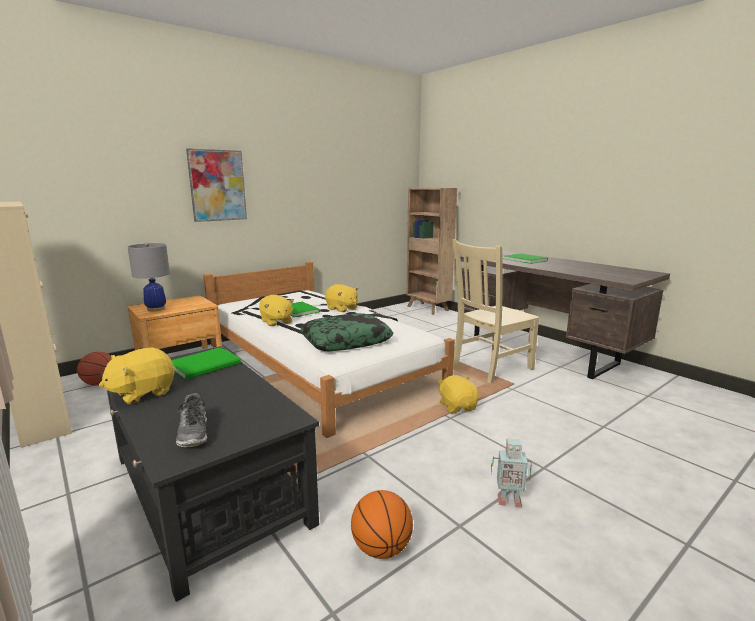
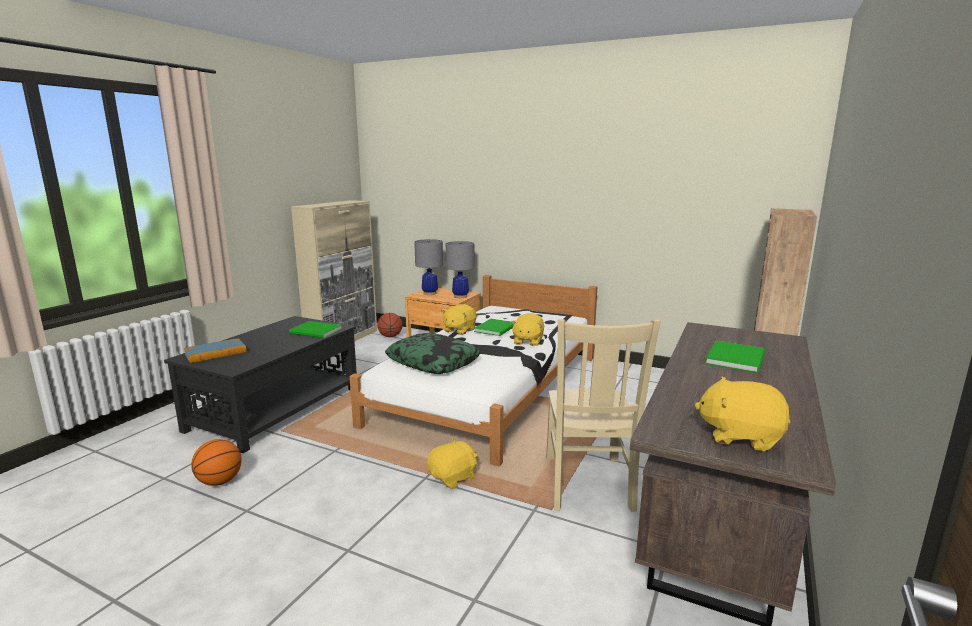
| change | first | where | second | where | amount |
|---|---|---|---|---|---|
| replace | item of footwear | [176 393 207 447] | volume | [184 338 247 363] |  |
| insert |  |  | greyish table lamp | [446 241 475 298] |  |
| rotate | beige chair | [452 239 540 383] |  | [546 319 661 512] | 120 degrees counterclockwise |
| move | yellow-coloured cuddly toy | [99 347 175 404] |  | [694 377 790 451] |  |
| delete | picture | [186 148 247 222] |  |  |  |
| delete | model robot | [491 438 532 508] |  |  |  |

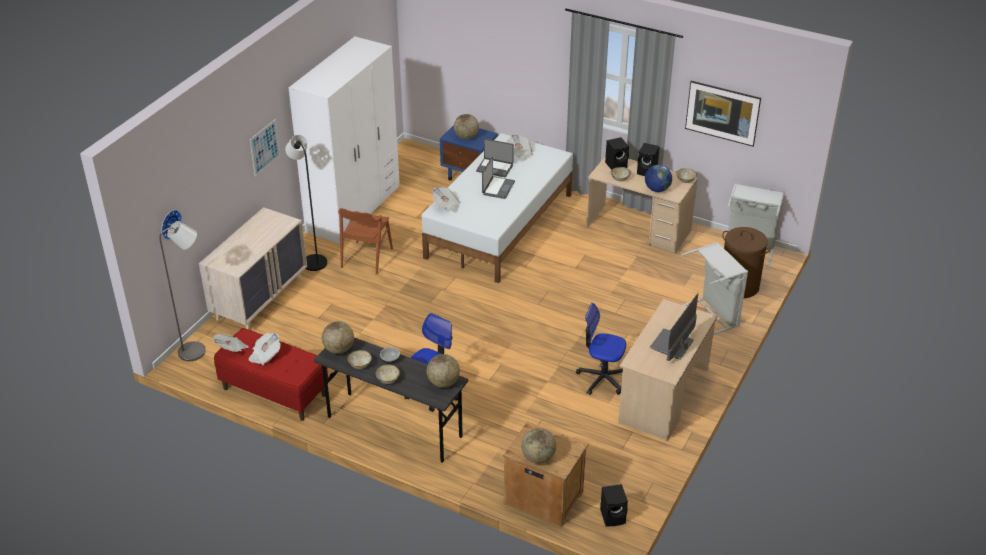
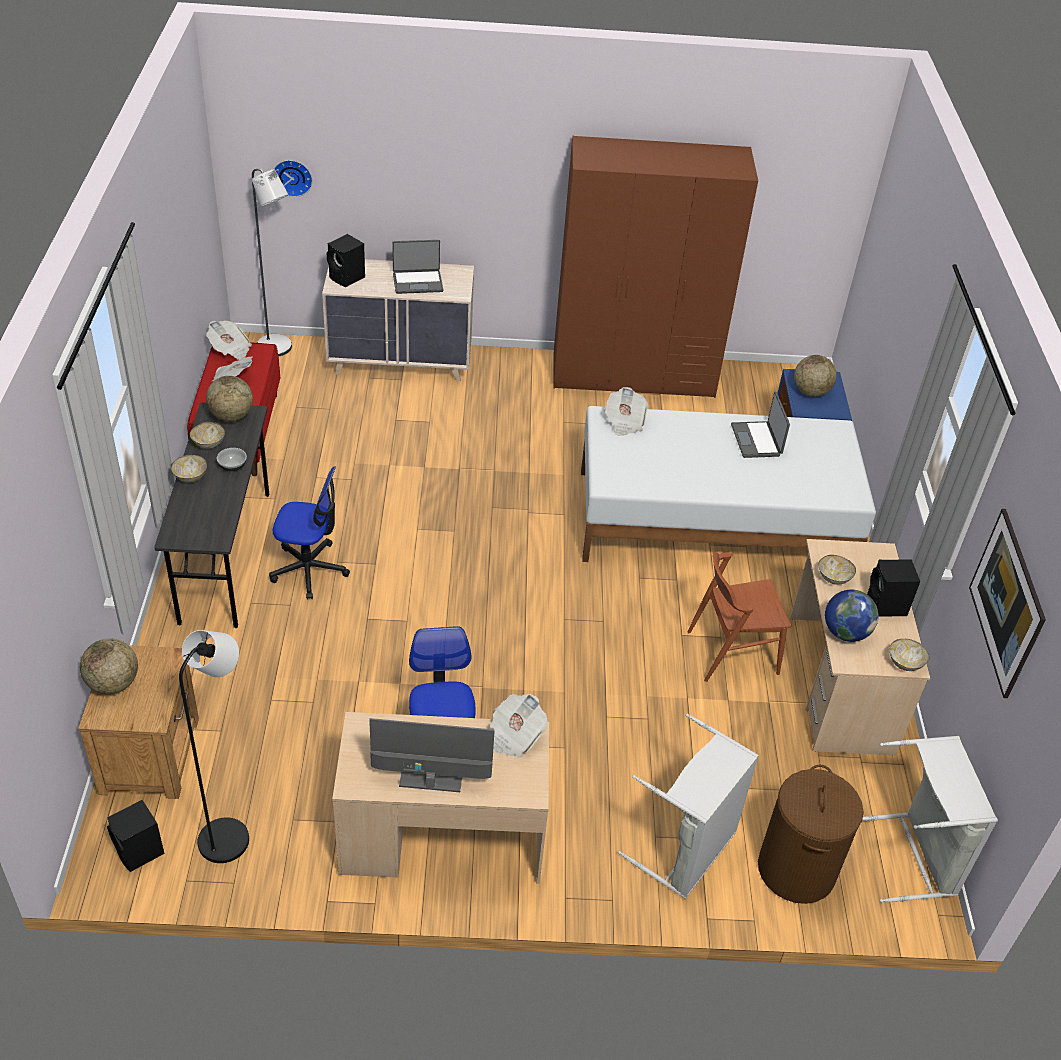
| change | first | where | second | where | amount |
|---|---|---|---|---|---|
| move | black floor lamp | [285 135 327 271] |  | [179 630 249 863] |  |
| move | black speaker | [605 137 629 170] |  | [327 234 365 287] |  |
| move | notebook computer | [482 157 515 199] |  | [392 240 443 294] |  |
| move | daily paper | [507 134 533 162] |  | [490 694 547 758] |  |
| recolor | white wardrobe | [288 36 400 244] | brown-coloured wardrobe | [553 136 758 398] |  |
| move | brown-coloured chair | [338 208 393 275] |  | [688 551 791 682] |  |
| delete | picture | [250 119 280 176] |  |  |  |
| delete | globe | [427 354 460 388] |  |  |  |

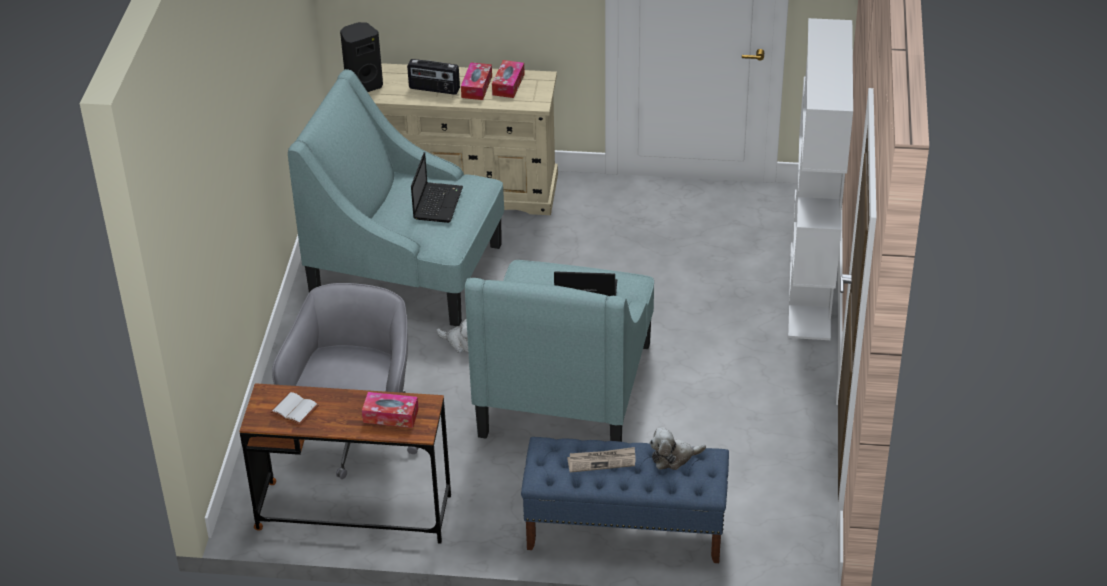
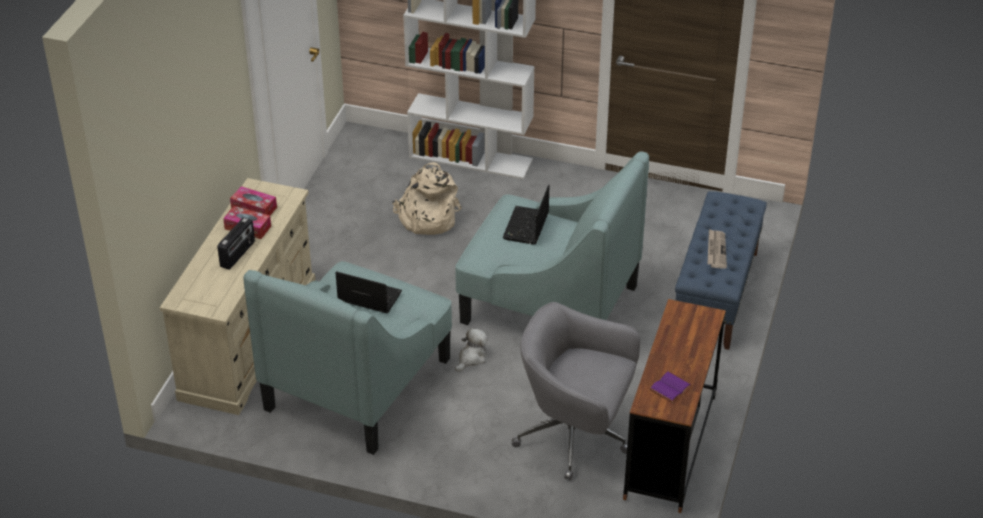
| change | first | where | second | where | amount |
|---|---|---|---|---|---|
| insert |  |  | beige rucksack | [392 162 462 235] |  |
| recolor | white volume | [270 392 319 425] | purple volume | [649 371 692 403] |  |
| delete | black speaker | [340 22 383 92] |  |  |  |
| delete | box of tissues | [362 392 419 428] |  |  |  |
| delete | cuddly toy | [650 427 706 470] |  |  |  |

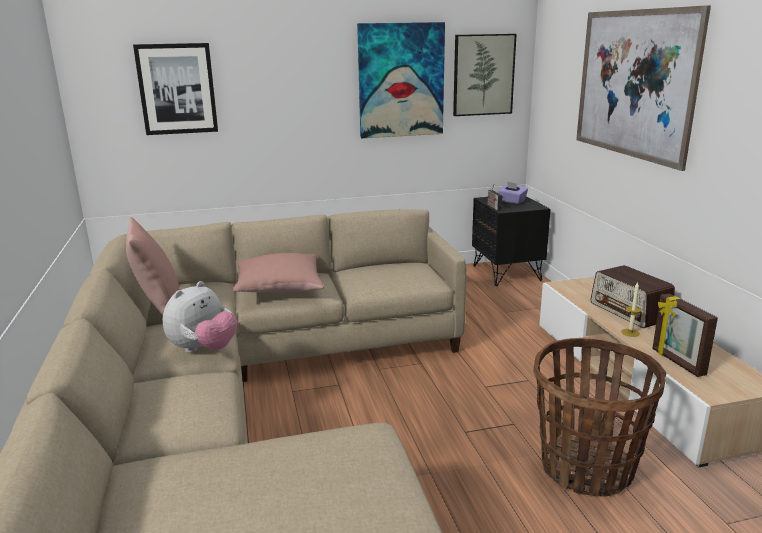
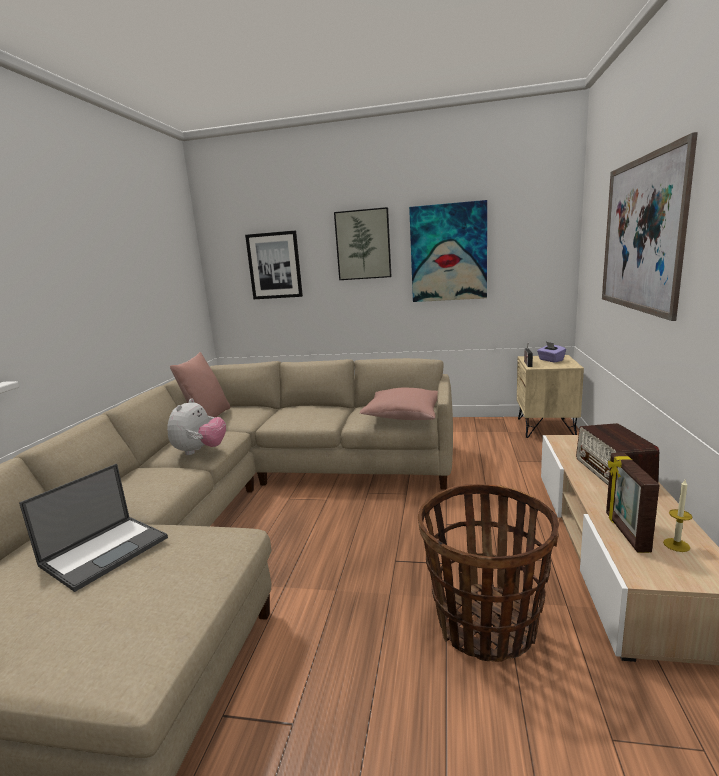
| change | first | where | second | where | amount |
|---|---|---|---|---|---|
| insert |  |  | notebook computer | [19 463 168 592] |  |
| rotate | cuddly toy | [163 281 238 353] |  | [167 398 226 455] | 45 degrees counterclockwise |
| move | picture | [453 34 517 116] |  | [334 207 391 280] |  |
| move | pinkish throw pillow | [233 253 324 293] |  | [359 388 438 420] |  |
| recolor | black night table | [472 196 551 286] | beige night table | [517 355 584 438] |  |
| move | candle | [622 282 642 337] |  | [663 480 692 552] |  |

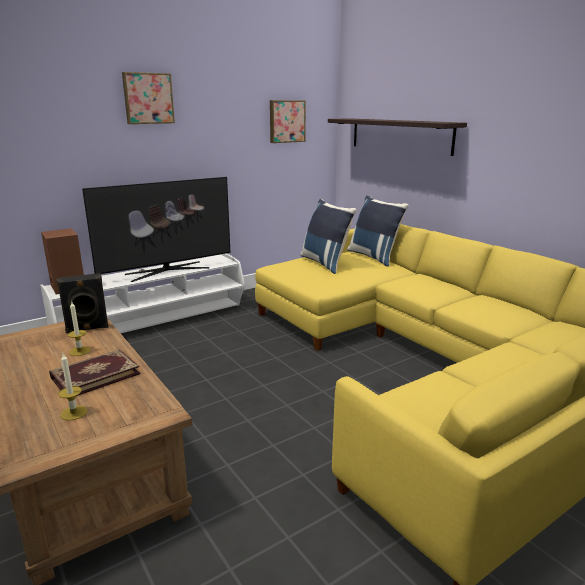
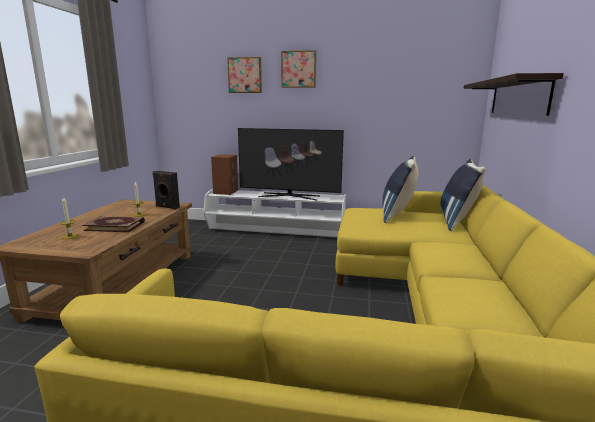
| change | first | where | second | where | amount |
|---|---|---|---|---|---|
| move | picture | [270 100 306 143] |  | [227 57 262 93] |  |

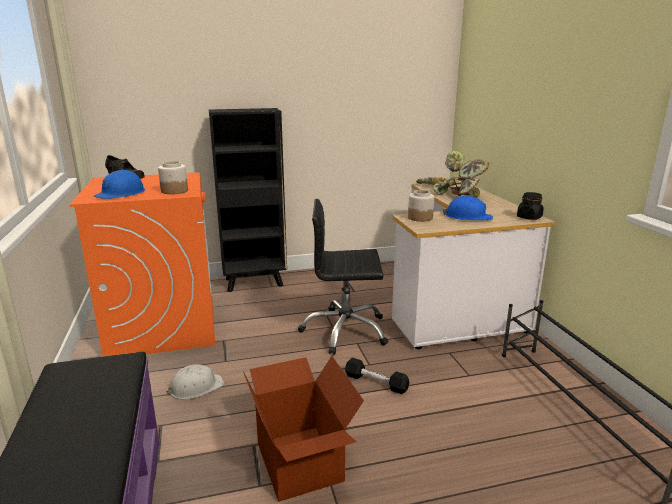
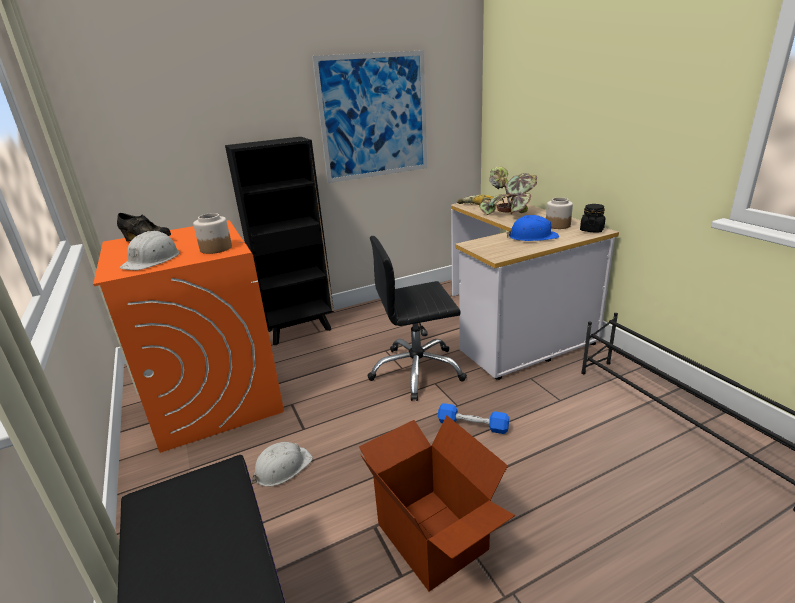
| change | first | where | second | where | amount |
|---|---|---|---|---|---|
| recolor | bluish work helmet | [94 170 145 199] | white work helmet | [120 231 180 270] |  |
| insert |  |  | picture | [312 50 427 183] |  |
| recolor | black dumbbell | [345 358 410 394] | bluish dumbbell | [438 403 509 434] |  |
| move | preserve jar | [408 190 434 222] |  | [546 197 573 229] |  |

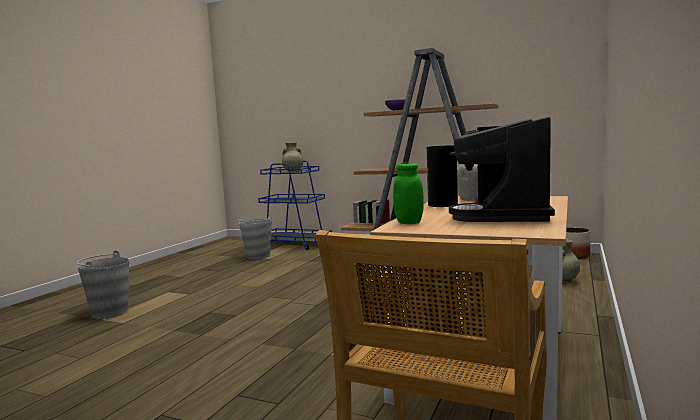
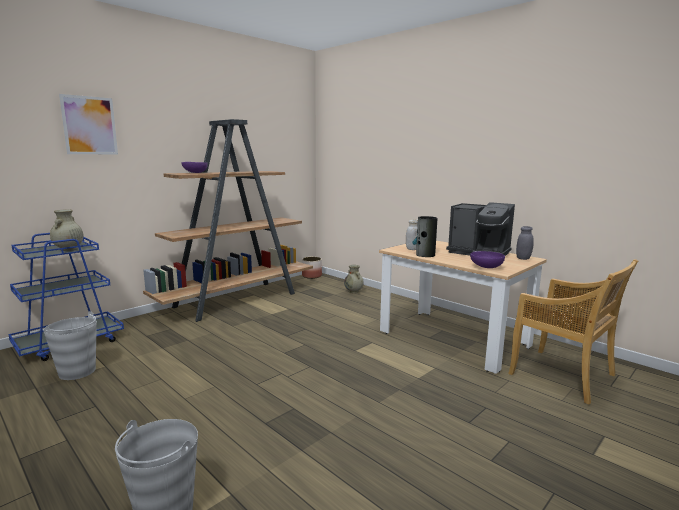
| change | first | where | second | where | amount |
|---|---|---|---|---|---|
| insert |  |  | picture | [59 94 118 154] |  |
| replace | green preserve jar | [393 163 424 224] | purple deep dish | [470 251 505 268] |  |
| insert |  |  | greyish preserve jar | [516 226 534 260] |  |

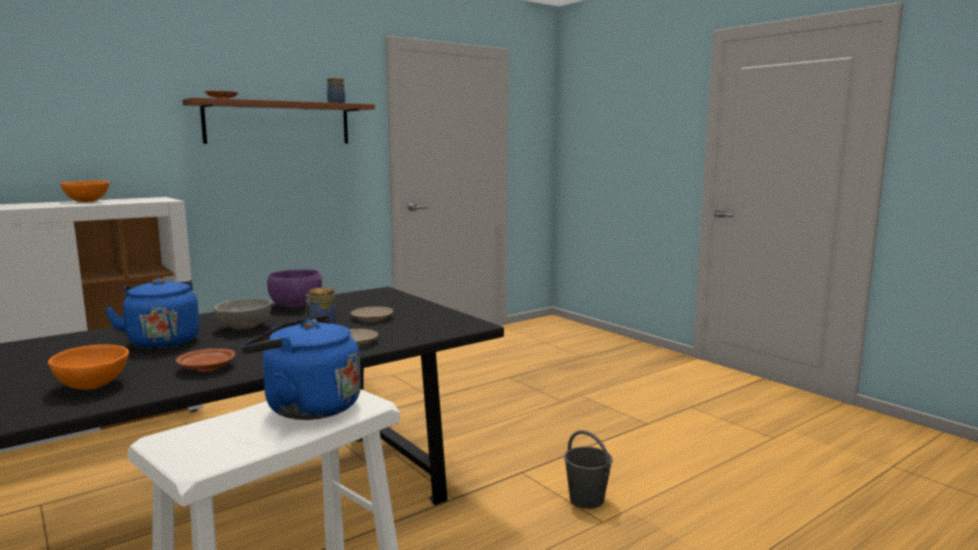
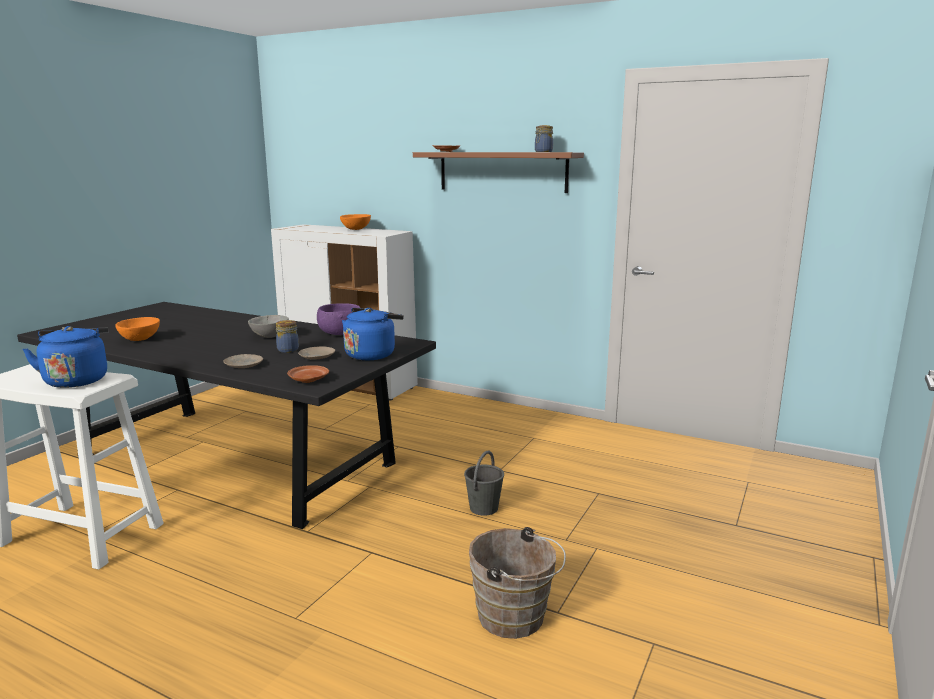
| change | first | where | second | where | amount |
|---|---|---|---|---|---|
| move | brown-coloured dinner plate | [176 348 235 372] |  | [287 365 329 383] |  |
| move | bluish kettle | [104 278 200 349] |  | [342 308 404 360] |  |
| move | greyish water bucket | [564 430 612 509] |  | [464 451 504 516] |  |
| insert |  |  | brown-coloured water bucket | [469 527 566 639] |  |

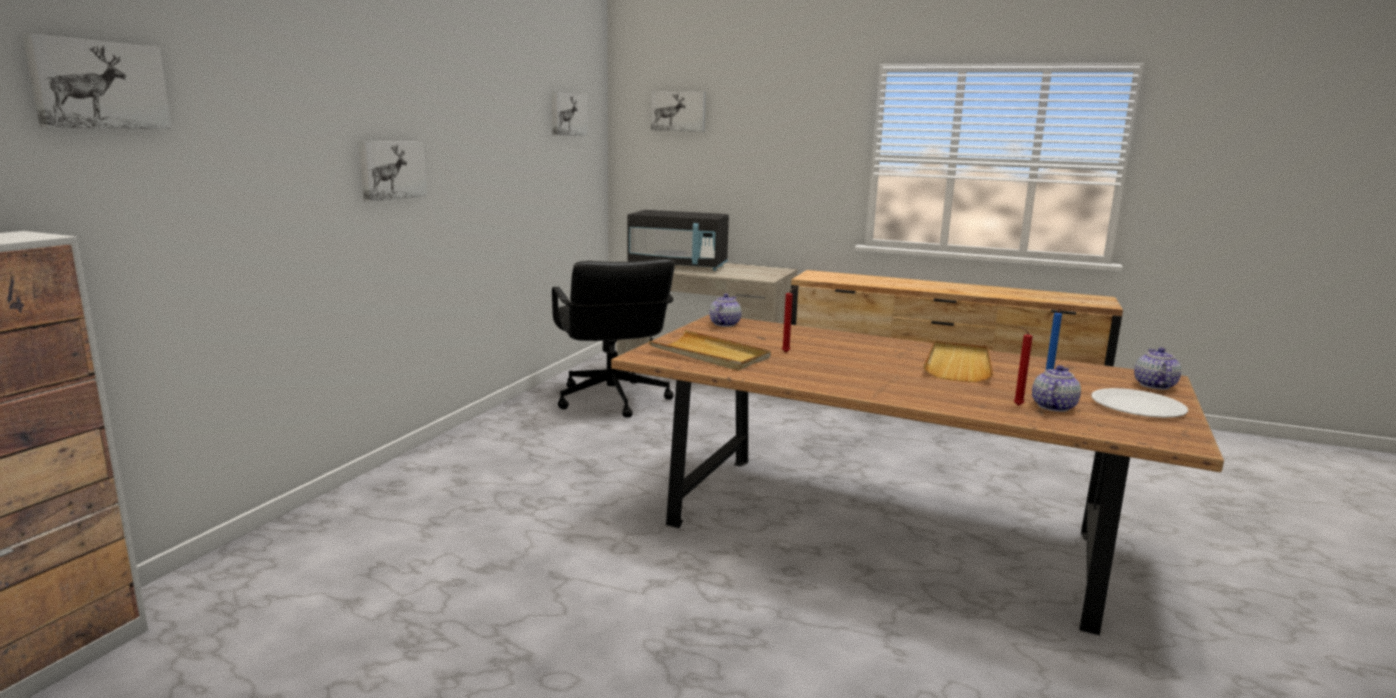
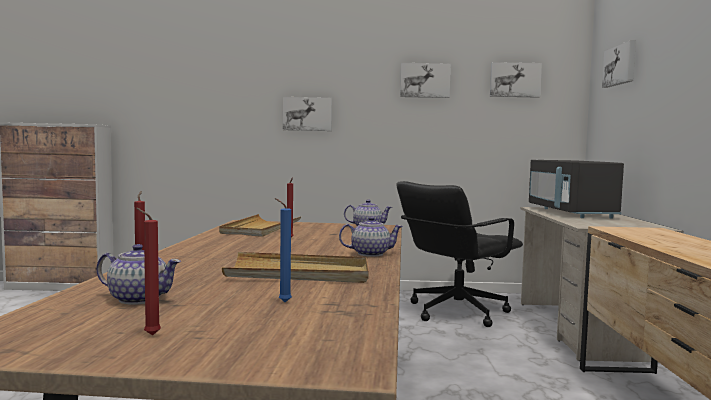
| change | first | where | second | where | amount |
|---|---|---|---|---|---|
| replace | white dinner plate | [1091 388 1188 418] | reddish candle | [136 208 161 336] |  |
| move | teapot | [1134 348 1181 390] |  | [339 216 403 257] |  |
| move | picture | [22 33 172 129] |  | [400 63 451 98] |  |

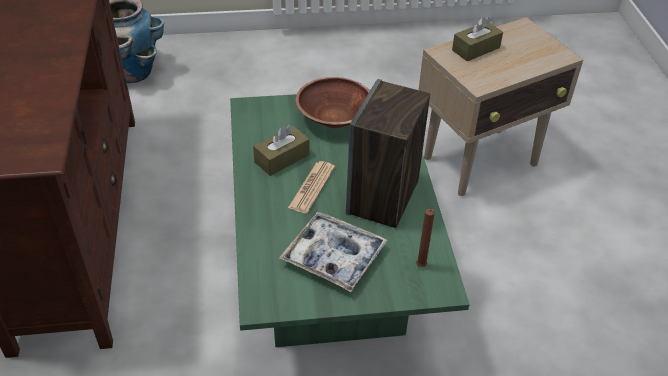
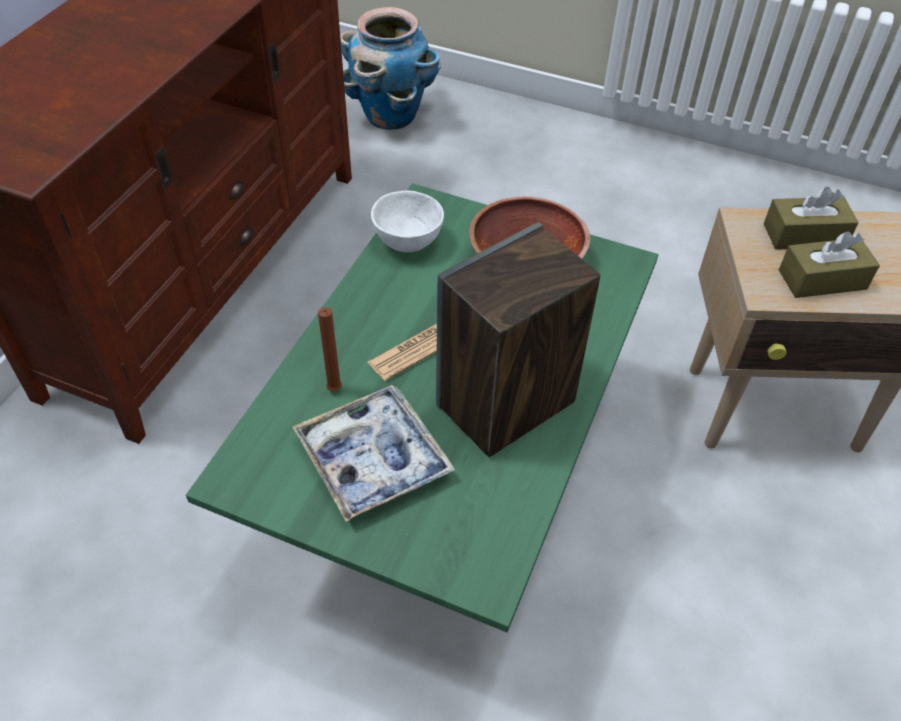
| change | first | where | second | where | amount |
|---|---|---|---|---|---|
| move | brown-coloured candle | [416 209 435 267] |  | [318 307 342 392] |  |
| insert |  |  | white deep dish | [371 190 444 252] |  |
| move | brown-coloured box of tissues | [253 125 310 176] |  | [779 231 880 298] |  |

